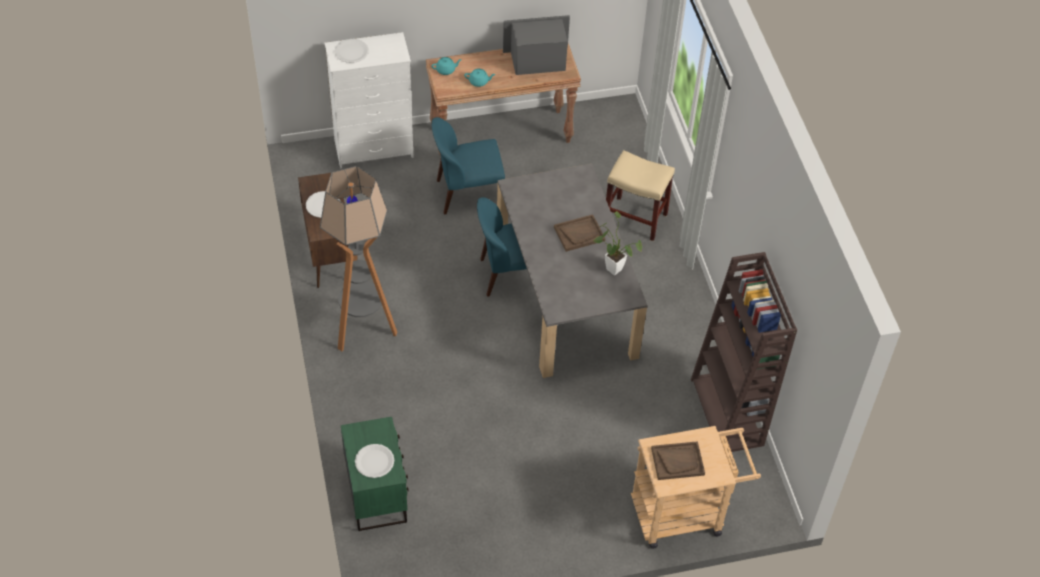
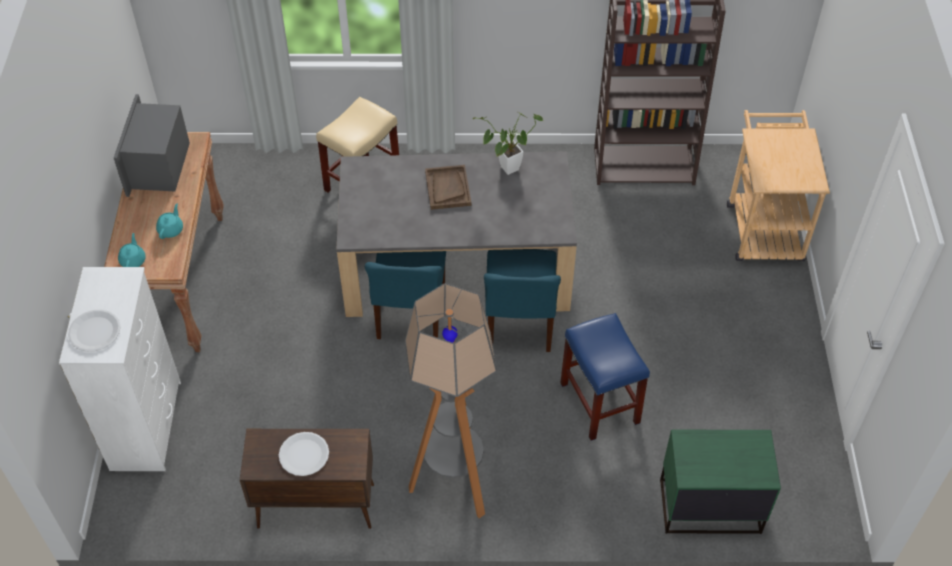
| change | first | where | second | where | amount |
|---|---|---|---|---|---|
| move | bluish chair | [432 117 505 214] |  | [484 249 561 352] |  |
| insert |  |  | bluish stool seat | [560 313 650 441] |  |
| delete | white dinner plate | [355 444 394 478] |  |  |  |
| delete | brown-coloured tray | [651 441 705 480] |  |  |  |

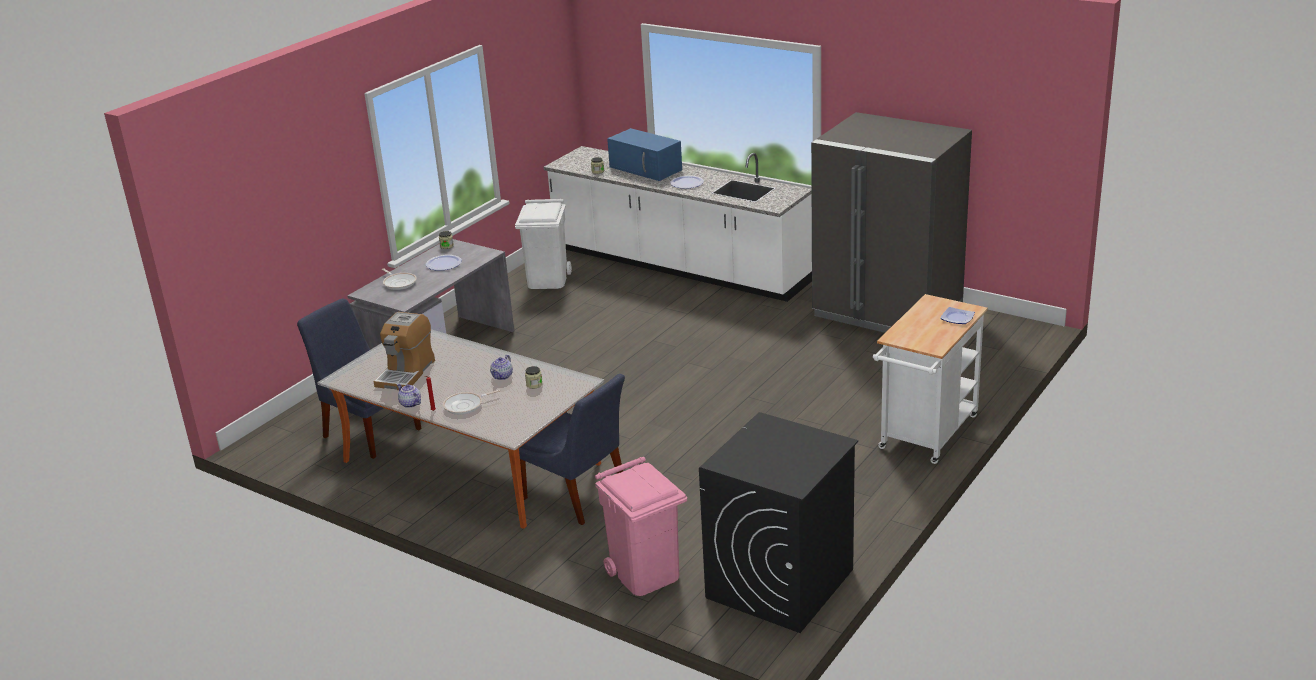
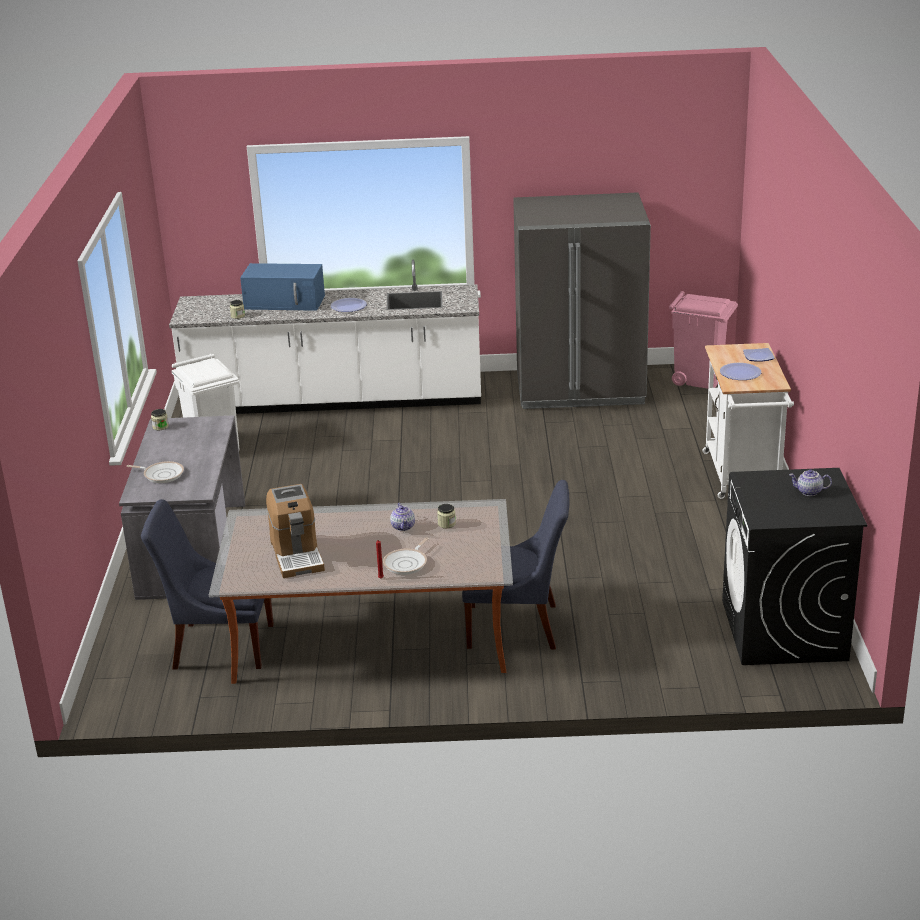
| change | first | where | second | where | amount |
|---|---|---|---|---|---|
| move | pinkish trash can | [595 457 687 596] |  | [669 291 738 389] |  |
| move | dinner plate | [426 255 462 271] |  | [720 363 761 380] |  |
| move | teapot | [397 384 421 408] |  | [789 469 832 496] |  |

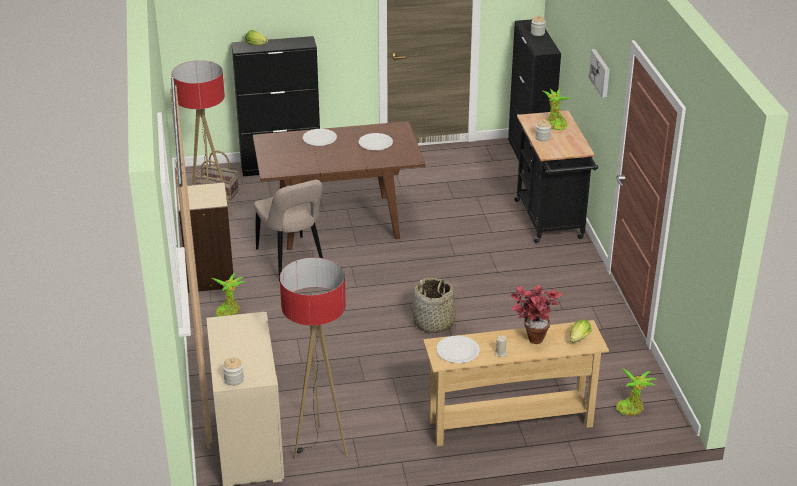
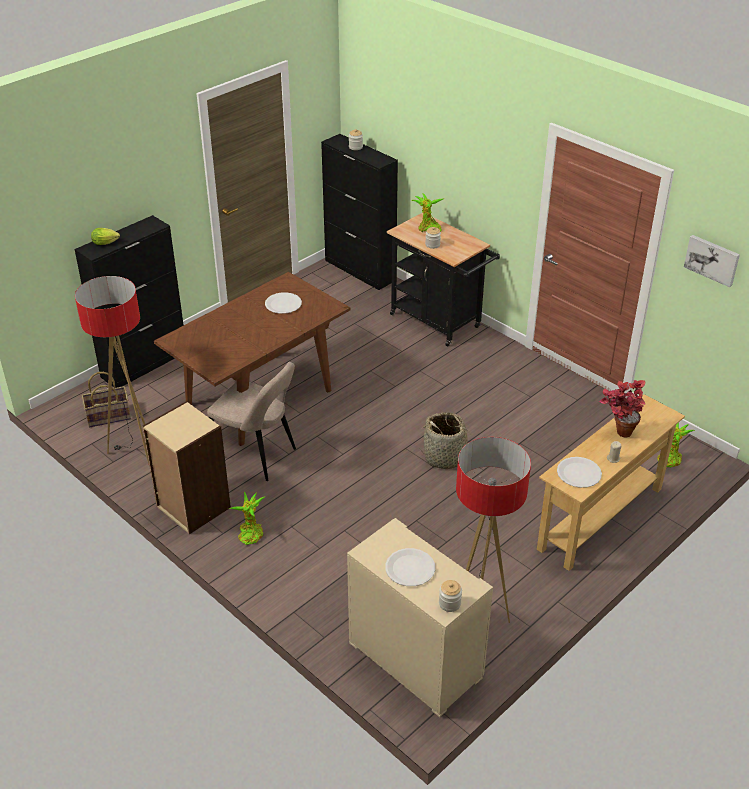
| change | first | where | second | where | amount |
|---|---|---|---|---|---|
| move | white dinner plate | [303 129 337 146] |  | [385 548 435 586] |  |
| move | picture | [589 49 610 99] |  | [684 235 740 287] |  |
| delete | lettuce head | [570 319 591 343] |  |  |  |

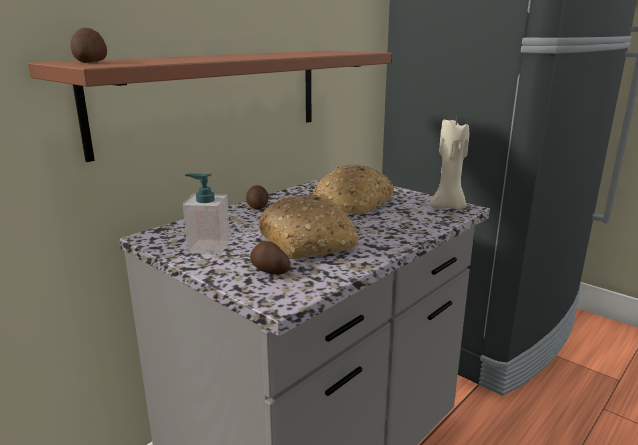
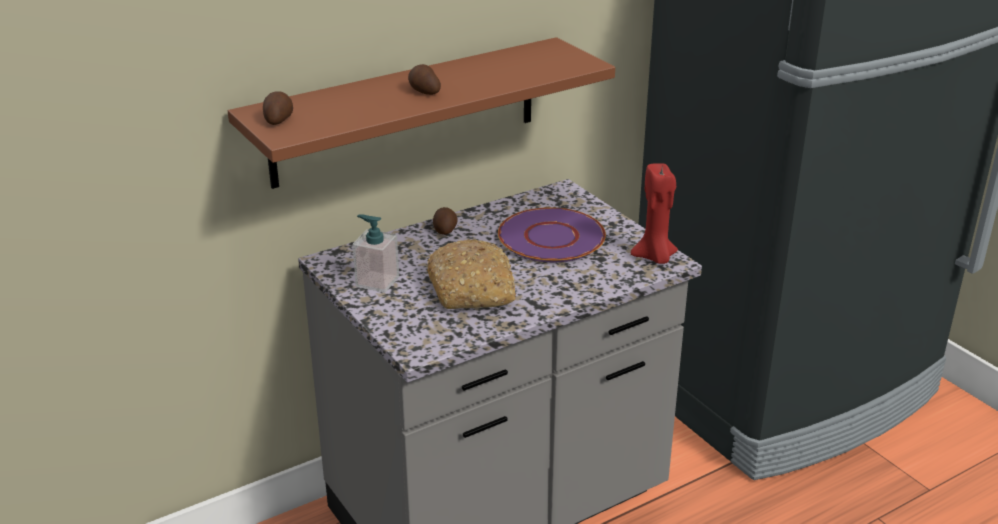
| change | first | where | second | where | amount |
|---|---|---|---|---|---|
| move | whole potato | [250 241 290 275] |  | [408 64 441 95] |  |
| replace | bakery bread | [313 165 394 215] | purple dinner plate | [498 207 606 262] |  |
| recolor | beige candle | [430 118 469 209] | reddish candle | [631 163 678 264] |  |

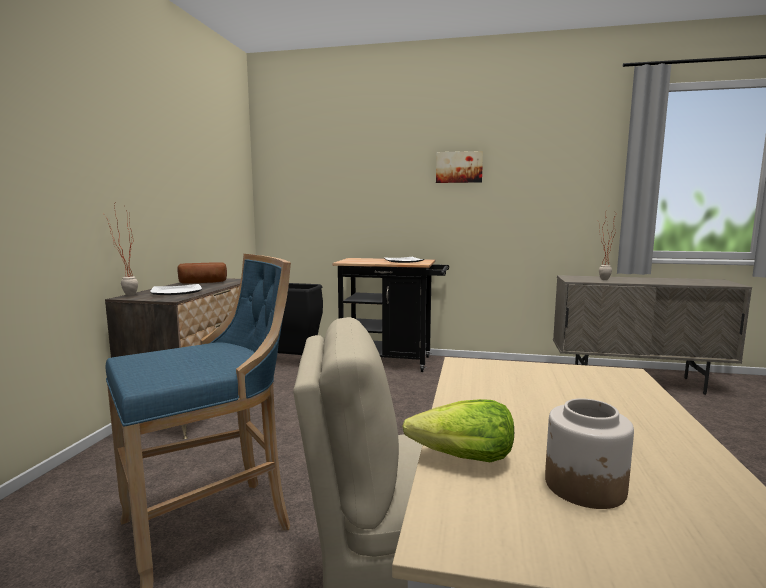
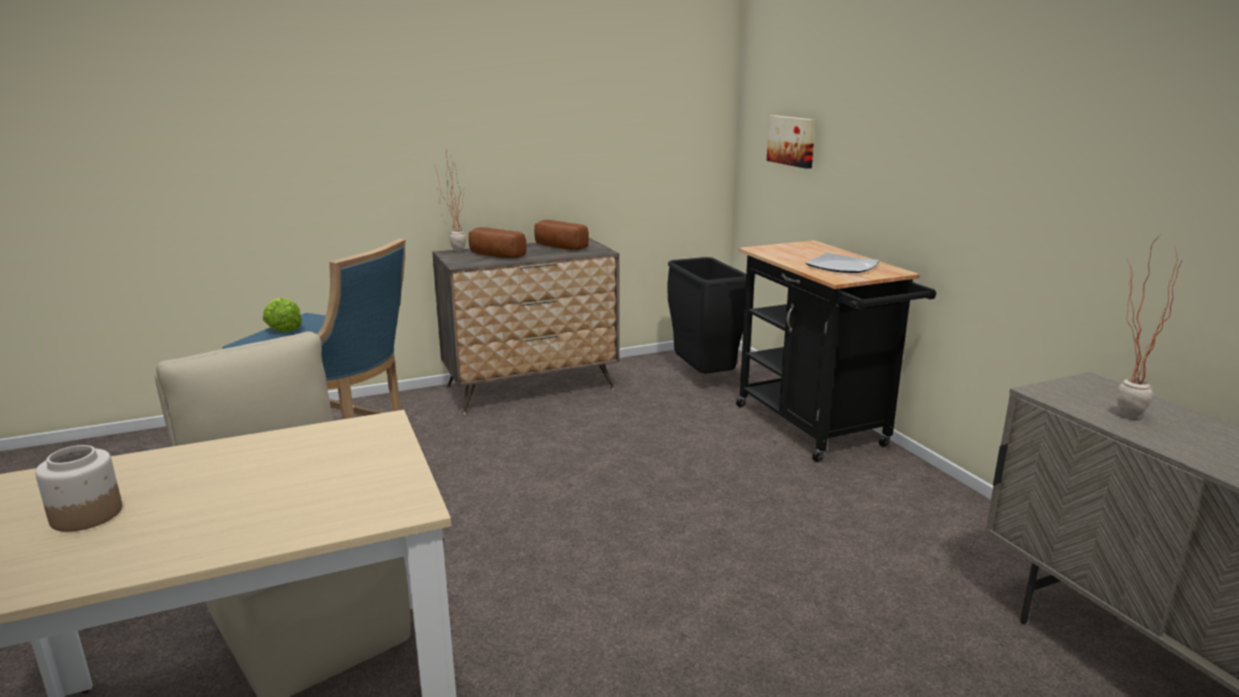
| change | first | where | second | where | amount |
|---|---|---|---|---|---|
| move | lettuce head | [402 399 514 462] |  | [263 298 302 332] |  |
| replace | dinner plate | [150 284 202 295] | bakery bread | [469 227 527 258] |  |
| move | picture | [436 151 483 183] |  | [767 115 816 169] |  |

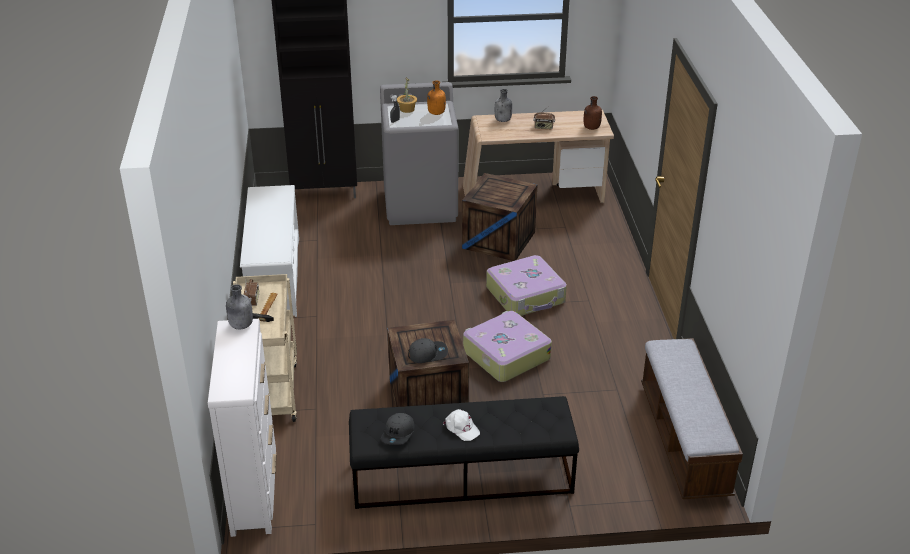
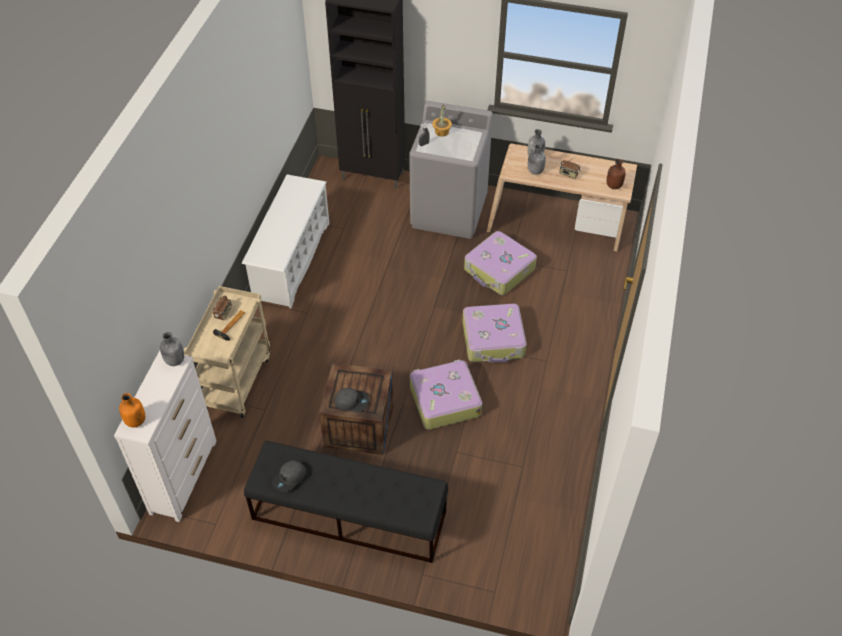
| change | first | where | second | where | amount |
|---|---|---|---|---|---|
| move | orange-coloured bottle | [427 80 446 115] |  | [119 393 145 428] |  |
| replace | shipping crate | [462 173 538 261] | suitcase | [464 231 537 295] |  |
| insert |  |  | greyish bottle | [528 144 546 175] |  |
| delete | white peaked cap | [443 409 480 441] |  |  |  |
| delete | indoor bench | [641 338 743 499] |  |  |  |

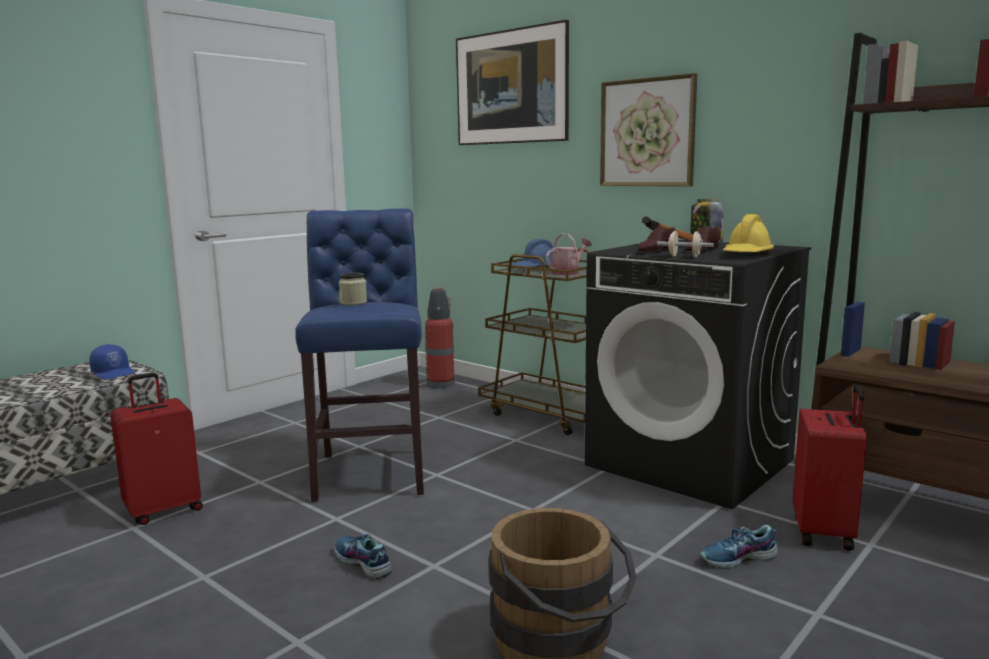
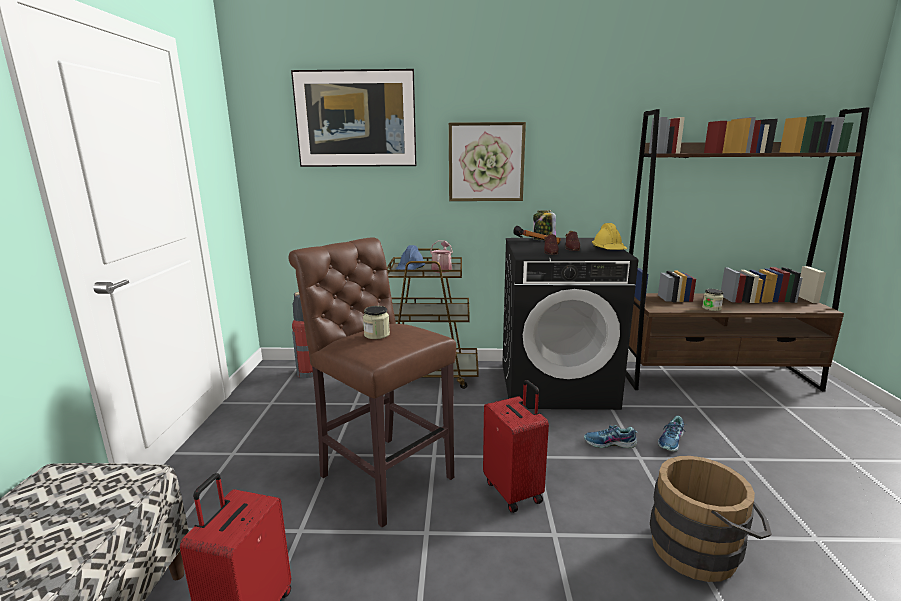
| change | first | where | second | where | amount |
|---|---|---|---|---|---|
| recolor | bluish stool seat | [295 209 424 502] | brown-coloured stool seat | [289 237 456 527] |  |
| move | reddish suitcase | [793 385 867 551] |  | [483 380 549 513] |  |
| move | item of footwear | [335 534 392 579] |  | [584 425 638 448] |  |
| insert |  |  | preserve jar | [702 289 724 311] |  |
| delete | bluish peaked cap | [89 344 135 380] |  |  |  |
| delete | beige dumbbell | [657 231 714 257] |  |  |  |

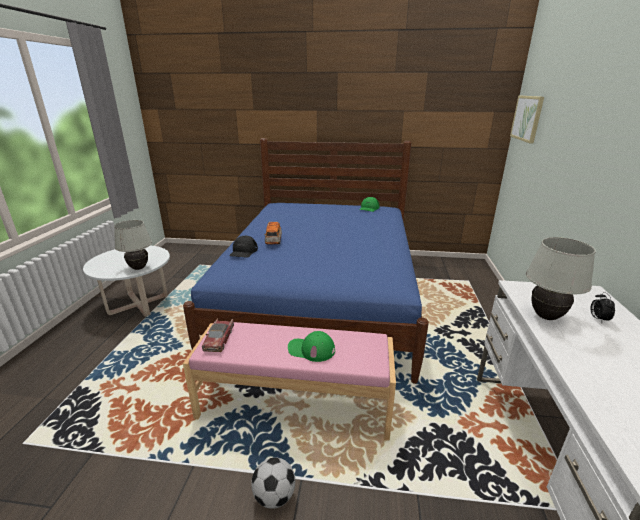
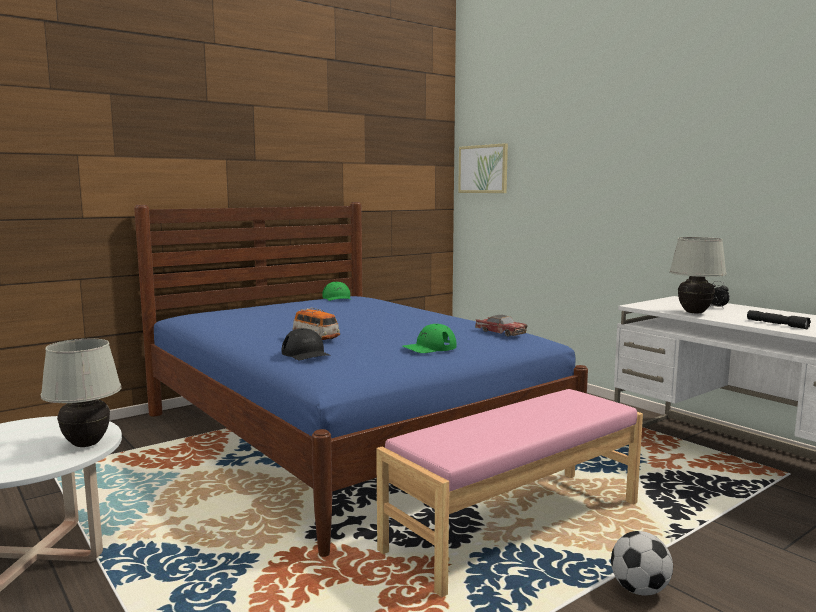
| change | first | where | second | where | amount |
|---|---|---|---|---|---|
| move | green peaked cap | [288 331 335 362] |  | [402 324 457 353] |  |
| move | toy car | [202 318 234 352] |  | [475 315 528 336] |  |
| insert |  |  | black hand torch | [747 310 811 329] |  |

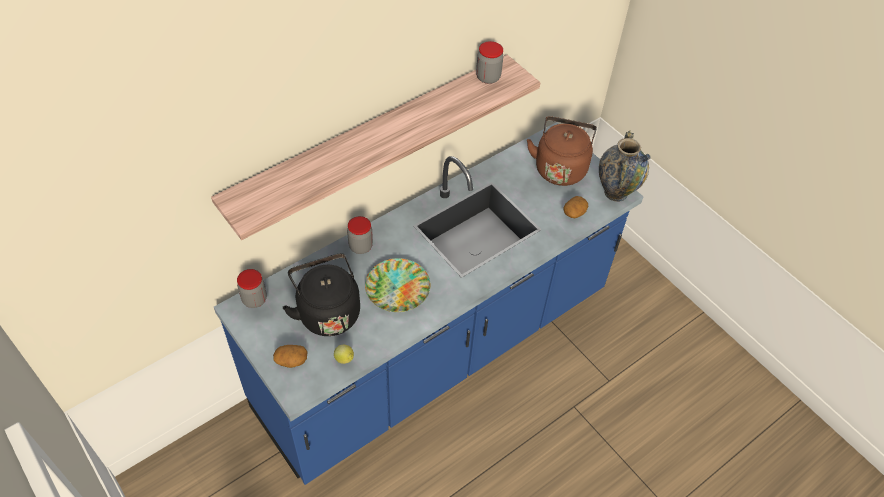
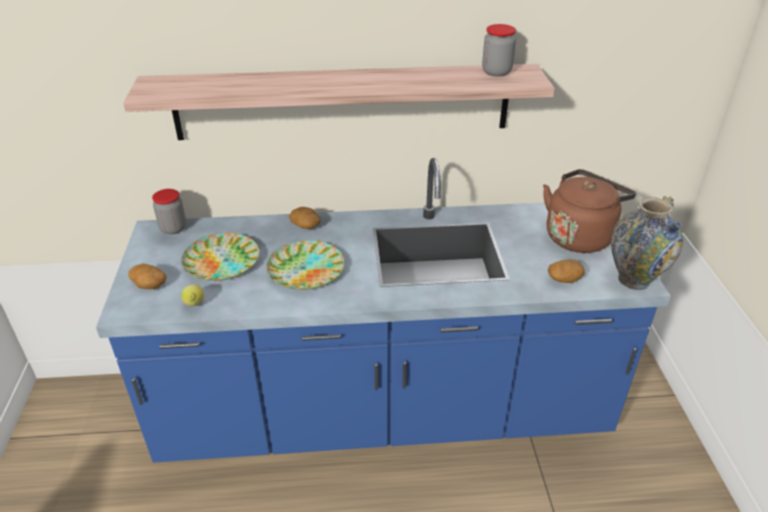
| change | first | where | second | where | amount |
|---|---|---|---|---|---|
| replace | black kettle | [282 253 360 336] | dinner plate | [181 233 259 281] |  |
| replace | preserve jar | [347 216 373 254] | whole potato | [289 207 321 229] |  |

